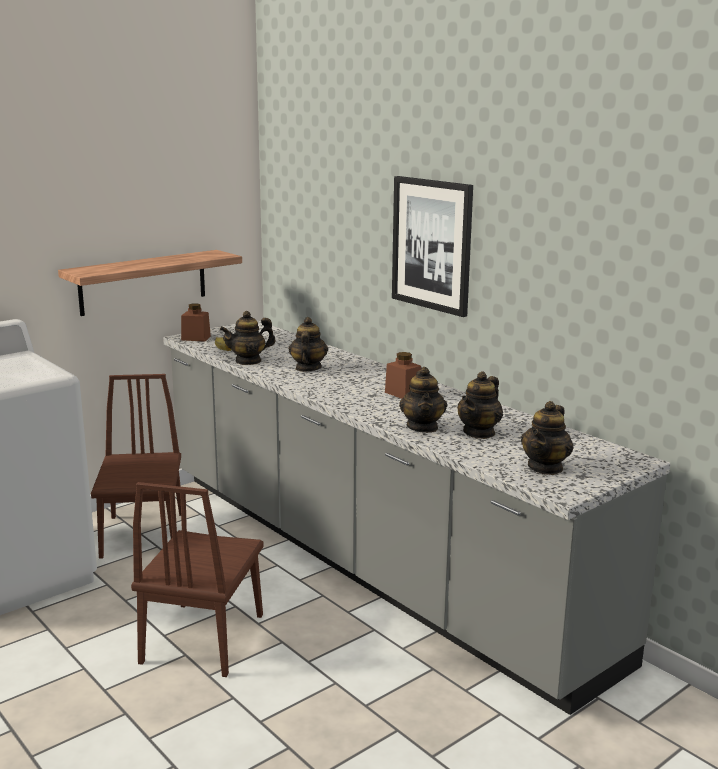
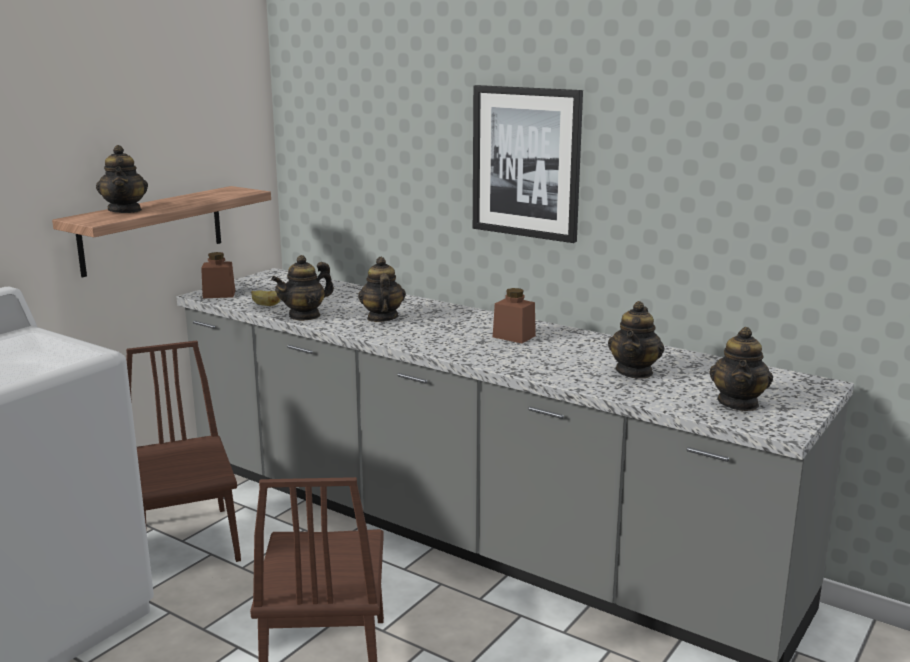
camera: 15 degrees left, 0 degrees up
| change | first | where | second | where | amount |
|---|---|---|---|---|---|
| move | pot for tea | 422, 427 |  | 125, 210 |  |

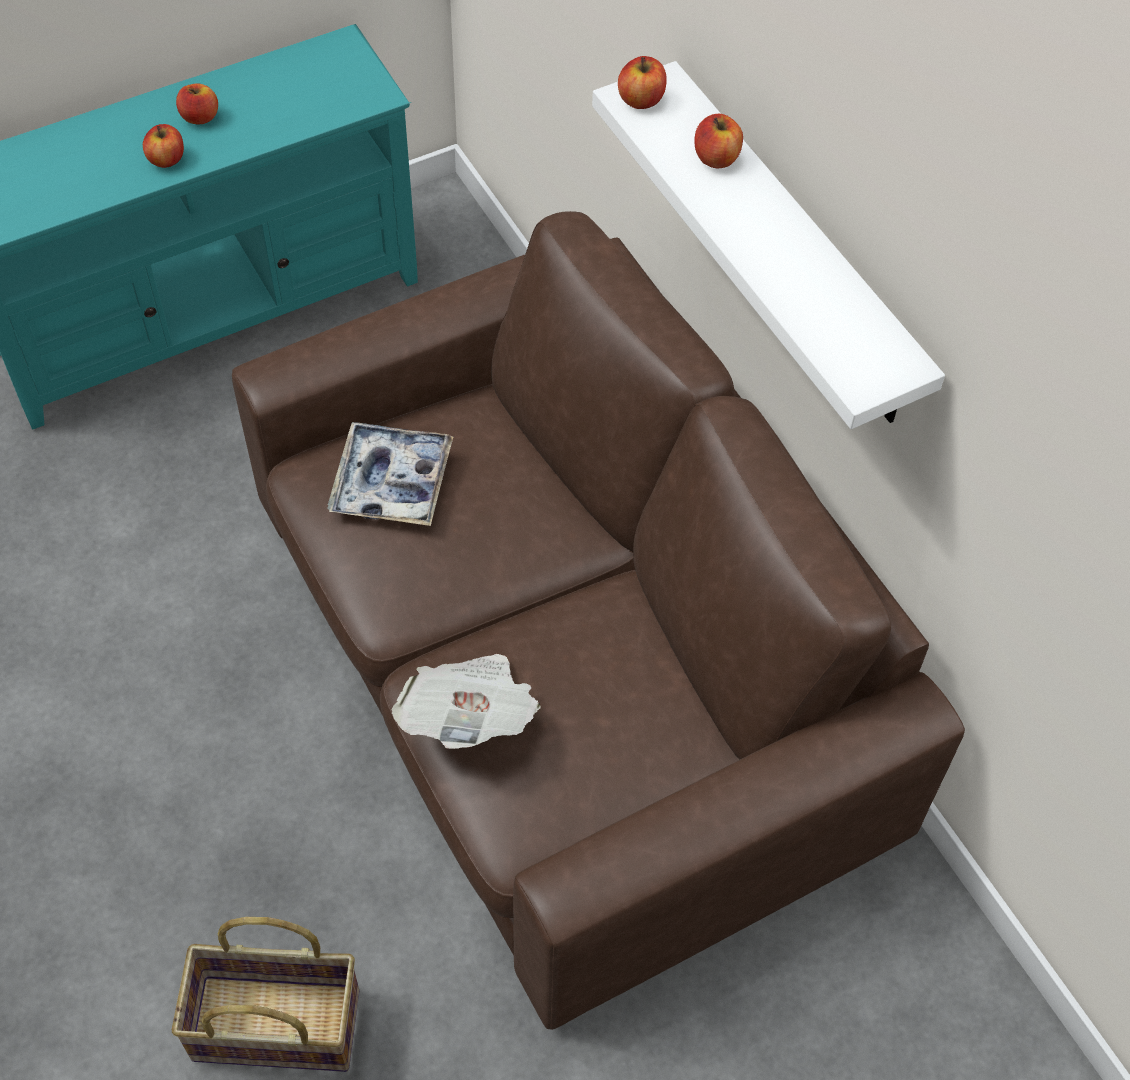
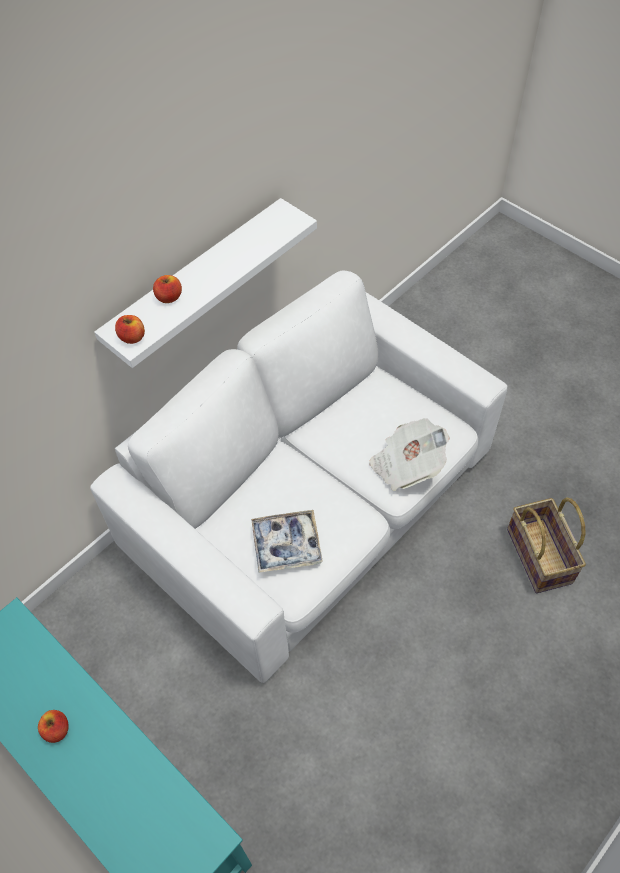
camera: 105 degrees left, 0 degrees up
| change | first | where | second | where | amount |
|---|---|---|---|---|---|
| delete | apple fruit | 167, 159 |  |  |  |
| recolor | brown settee | 562, 665 | whitish settee | 311, 500 |  |

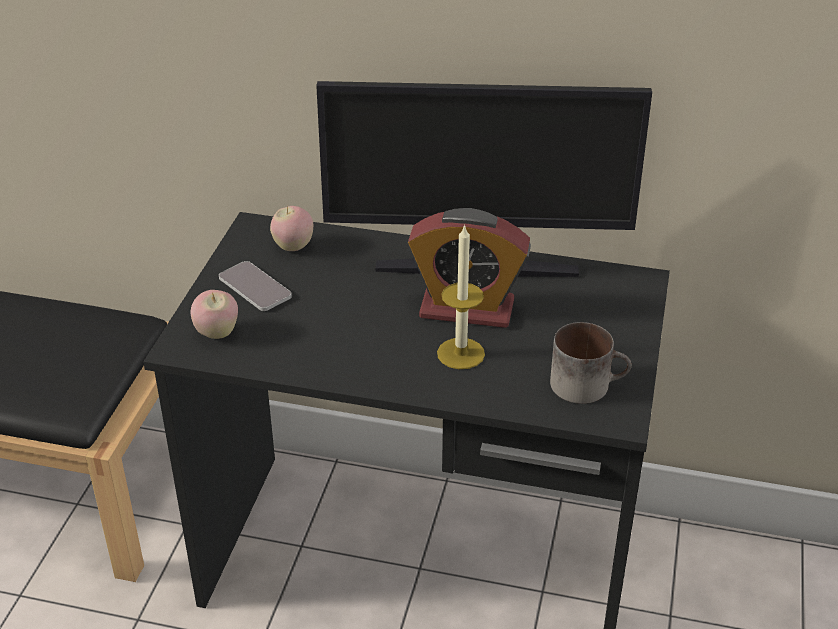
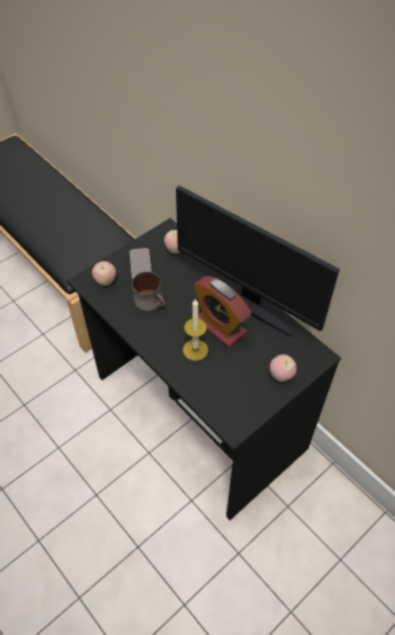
camera: 35 degrees right, 15 degrees up
| change | first | where | second | where | amount |
|---|---|---|---|---|---|
| move | mug | 587, 383 |  | 152, 301 |  |
| insert |  |  | apple fruit | 281, 375 |  |

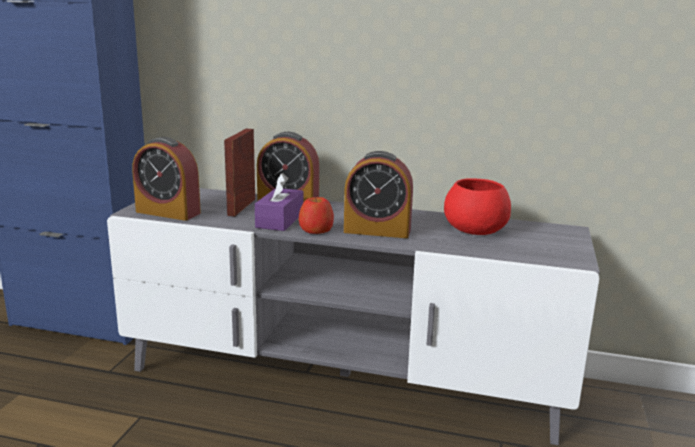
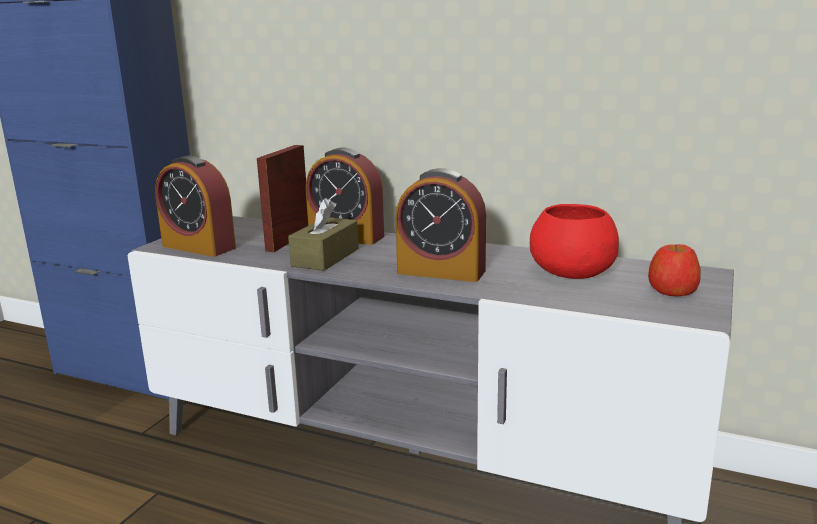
camera: 10 degrees right, 0 degrees up
| change | first | where | second | where | amount |
|---|---|---|---|---|---|
| recolor | purplish tissue box | 280, 220 | brown tissue box | 325, 257 |  |
| move | apple fruit | 316, 230 |  | 673, 290 |  |

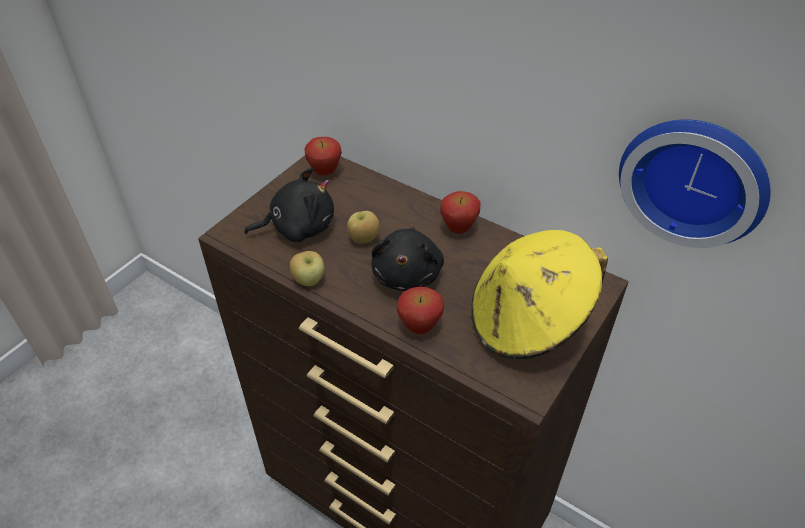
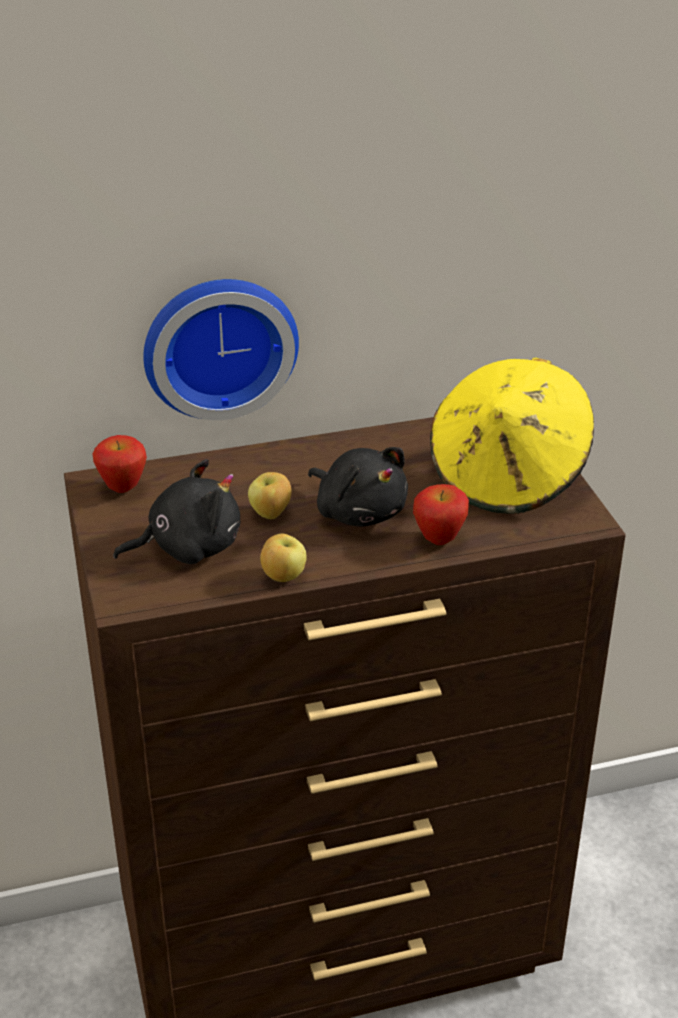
camera: 50 degrees left, 10 degrees down
| change | first | where | second | where | amount |
|---|---|---|---|---|---|
| rotate | blackish plush toy | 298, 227 |  | 188, 547 | 45 degrees clockwise |
| delete | apple fruit | 458, 229 |  |  |  |
| move | hanging clock | 694, 178 |  | 218, 344 |  |

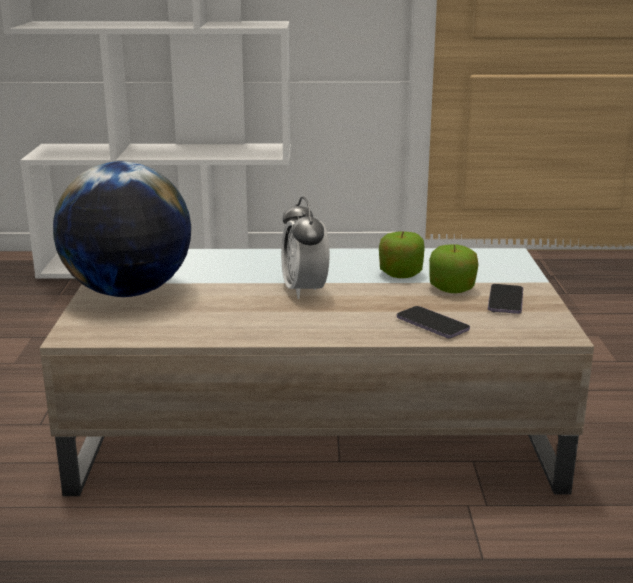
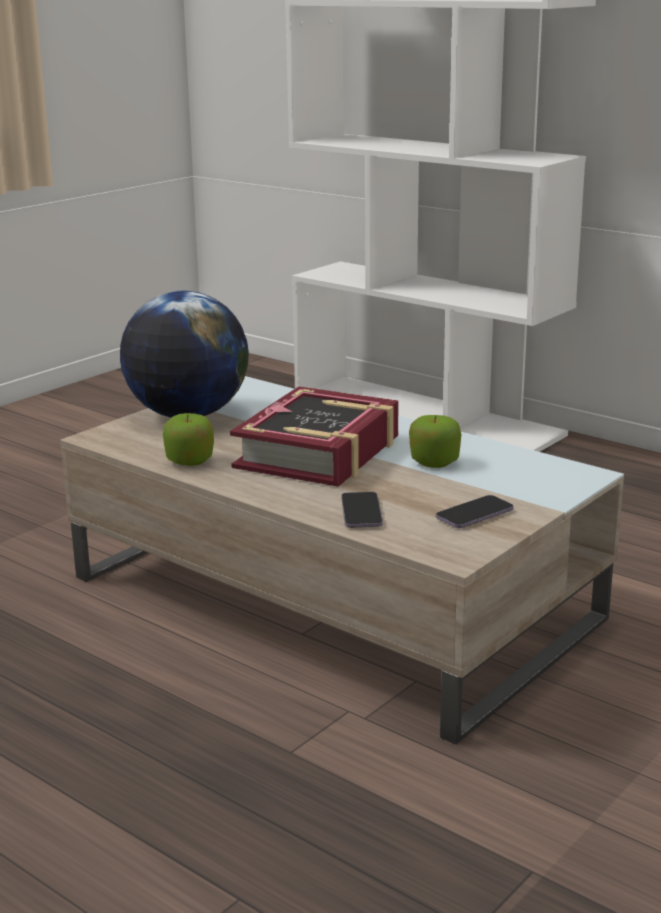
camera: 40 degrees right, 0 degrees up
| change | first | where | second | where | amount |
|---|---|---|---|---|---|
| replace | bedside clock | 304, 290 | book | 319, 452 |  |
| move | apple fruit | 452, 289 |  | 189, 461 |  |

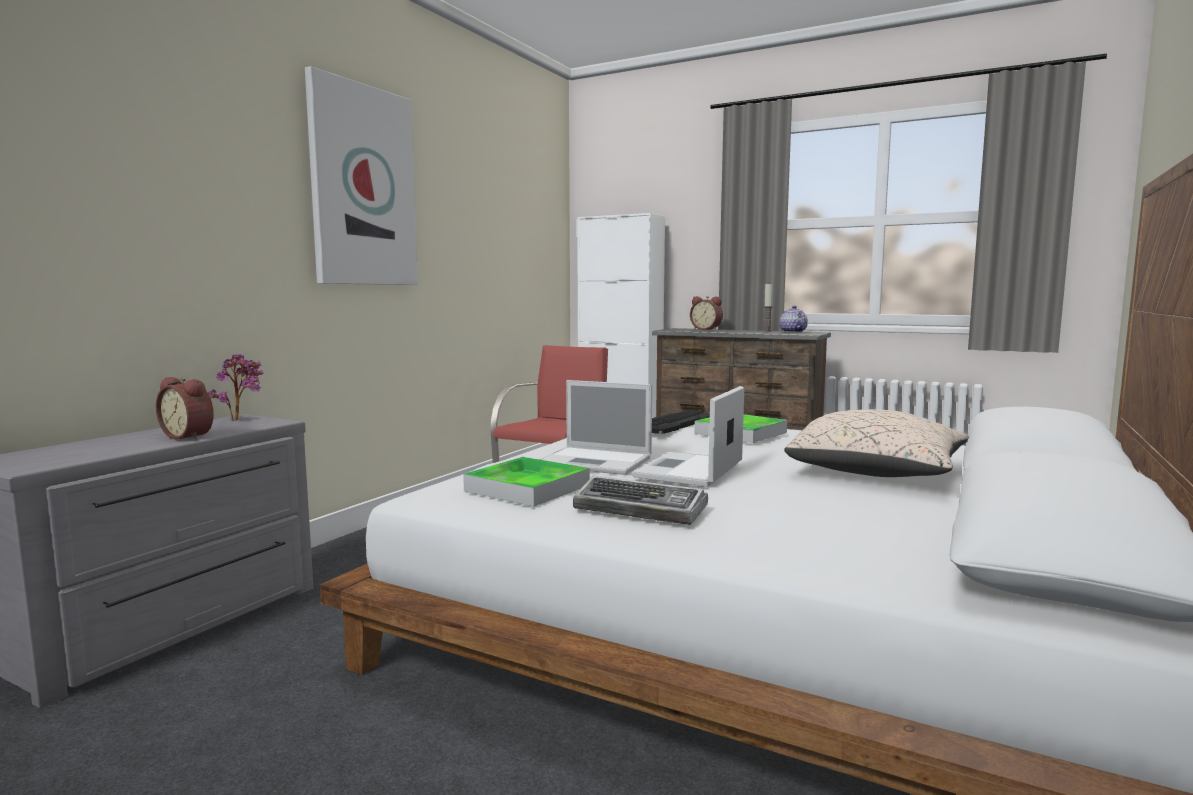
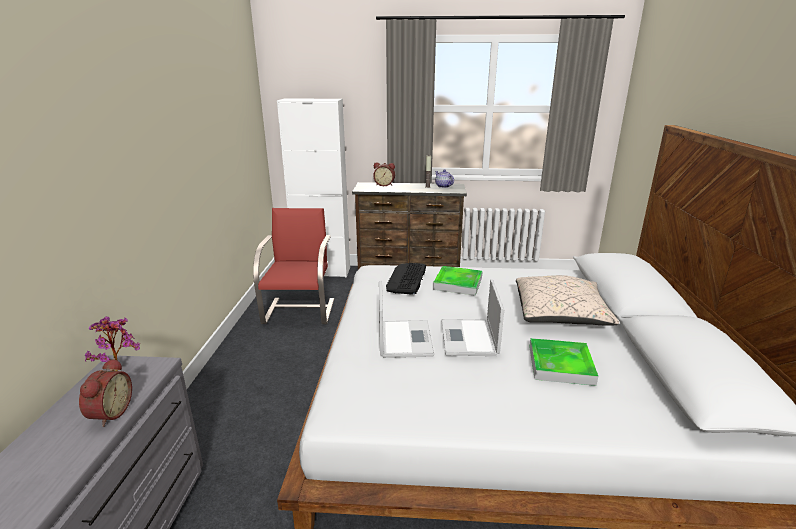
camera: 25 degrees left, 15 degrees up
| change | first | where | second | where | amount |
|---|---|---|---|---|---|
| rotate | bedside clock | 190, 436 |  | 109, 413 | 90 degrees counterclockwise |
| delete | picture | 362, 186 |  |  |  |
| move | carrying tray | 527, 488 |  | 560, 365 |  |
| rotate | notebook computer | 597, 462 |  | 404, 338 | 90 degrees counterclockwise |
| delete | keyboard | 642, 510 |  |  |  |

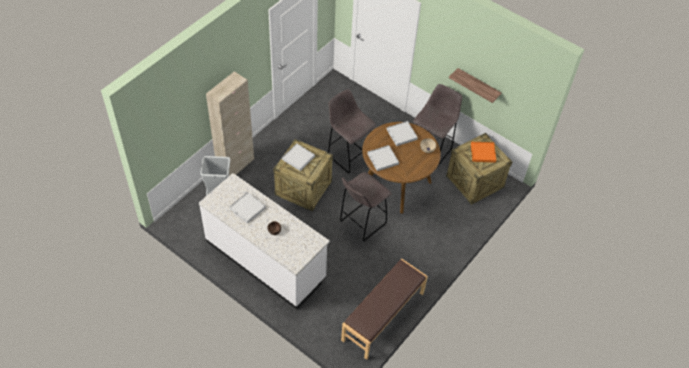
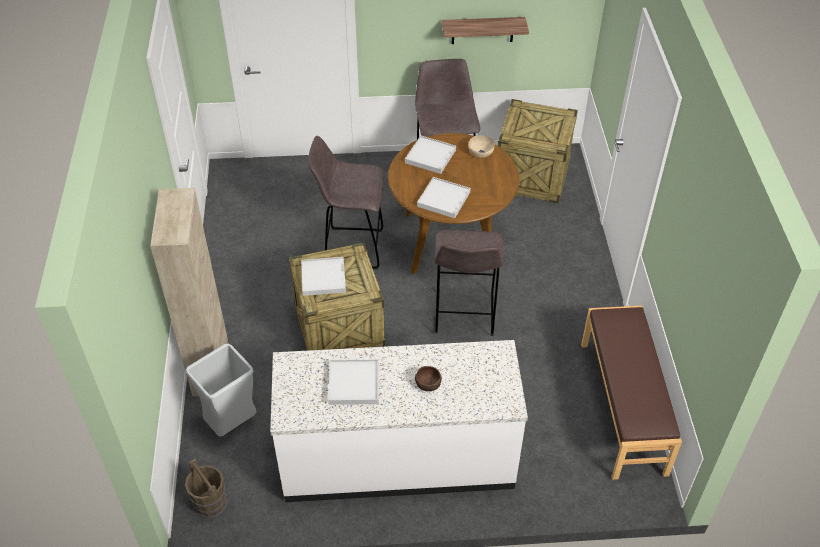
camera: 40 degrees left, 5 degrees down
| change | first | where | second | where | amount |
|---|---|---|---|---|---|
| delete | orangey carrying tray | 483, 153 |  |  |  |
| insert |  |  | brown water bucket | 211, 504 |  |

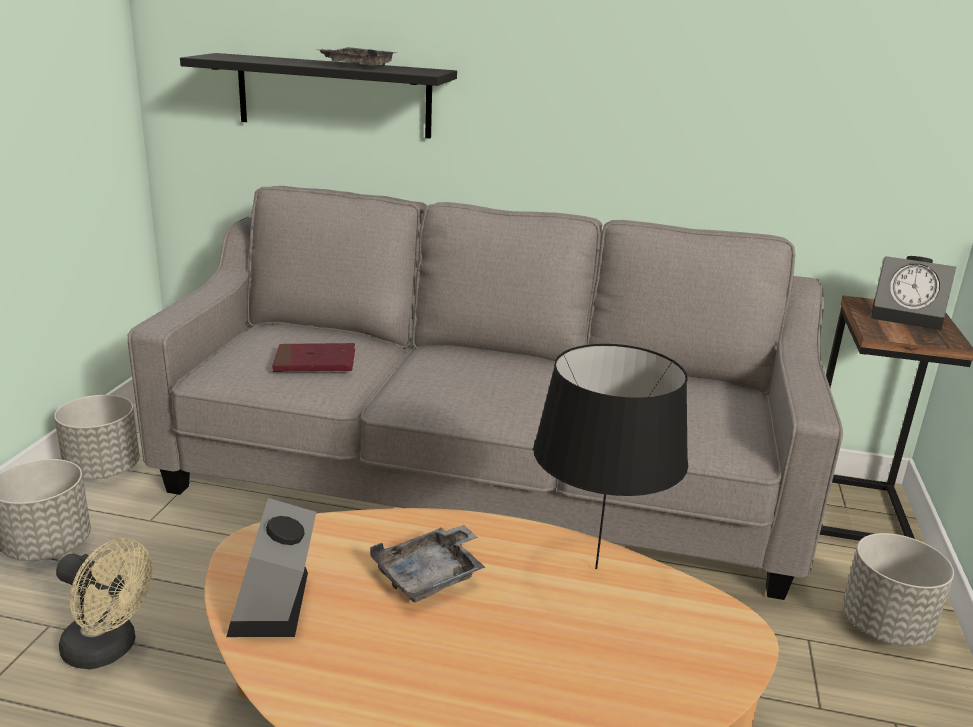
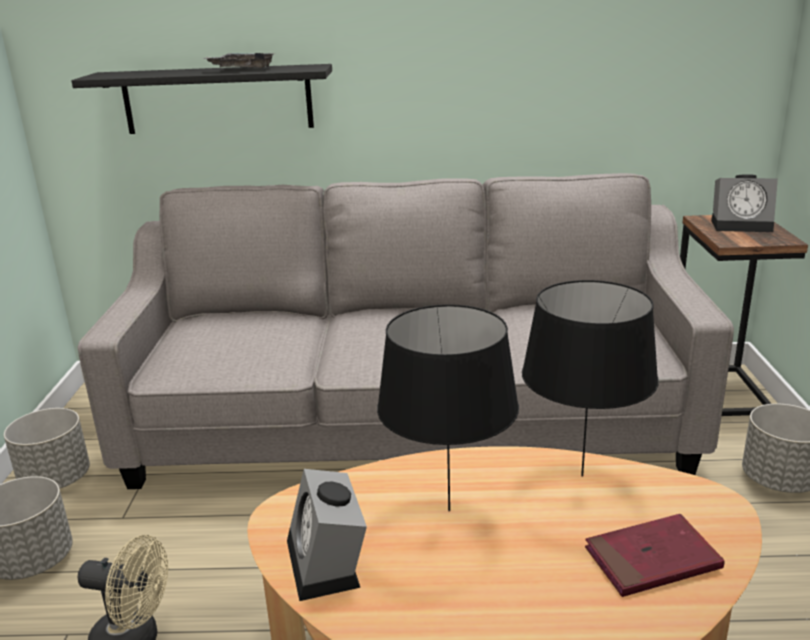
camera: 10 degrees left, 0 degrees up
| change | first | where | second | where | amount |
|---|---|---|---|---|---|
| move | reddish book | 315, 362 |  | 652, 559 |  |
| replace | greyish carrying tray | 430, 576 | blackish tabletop lamp | 449, 510 |  |

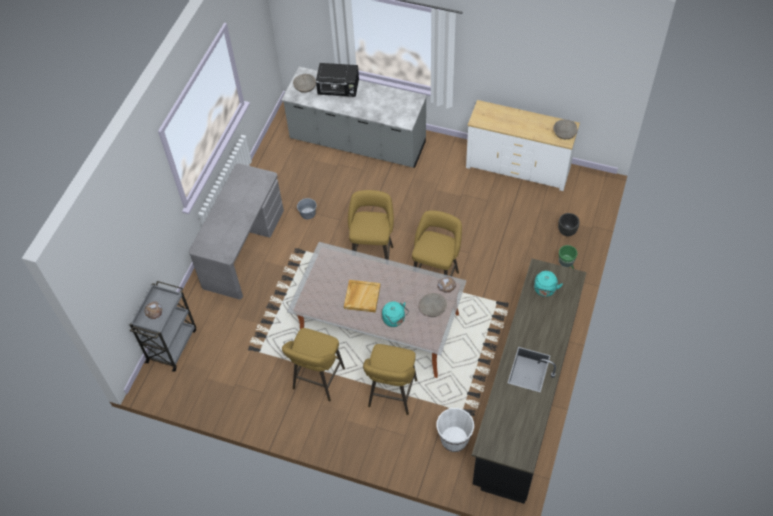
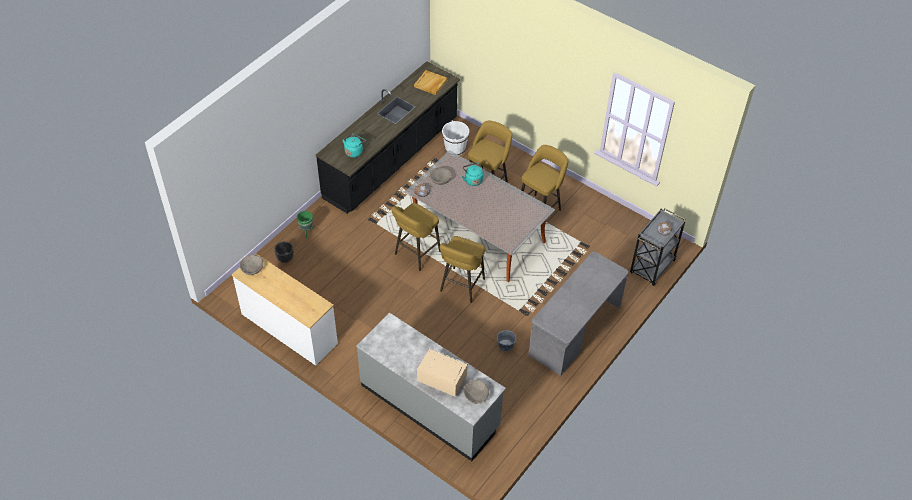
camera: 165 degrees left, 5 degrees down
| change | first | where | second | where | amount |
|---|---|---|---|---|---|
| recolor | blackish microwave oven | 339, 90 | beige microwave oven | 441, 380 |  |
| move | beige carrying tray | 362, 296 |  | 430, 83 |  |

